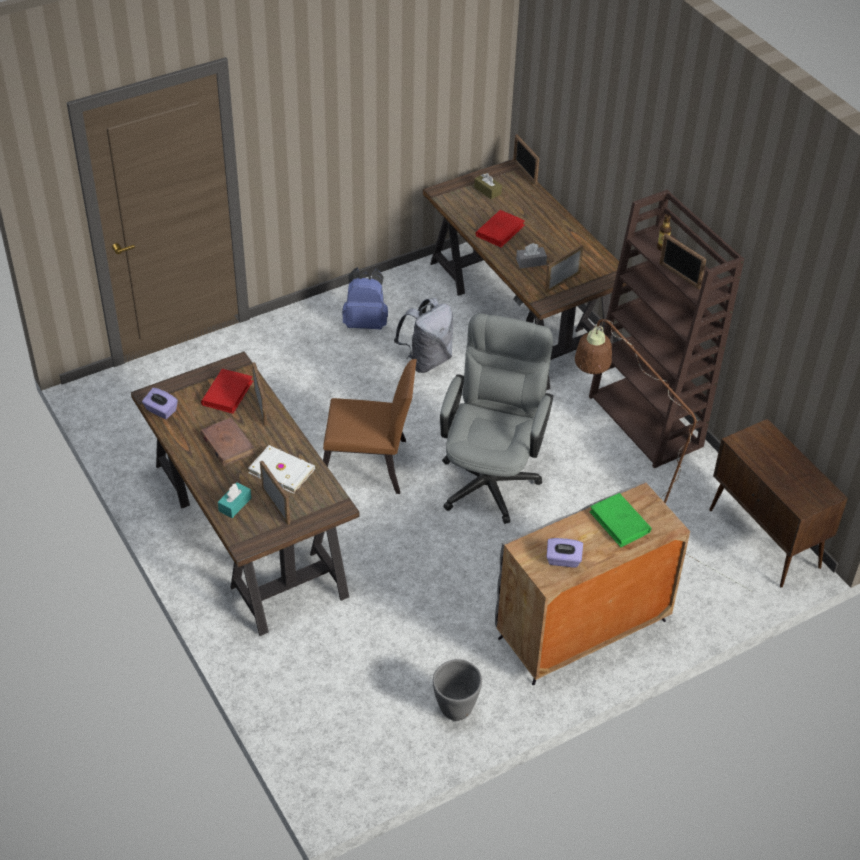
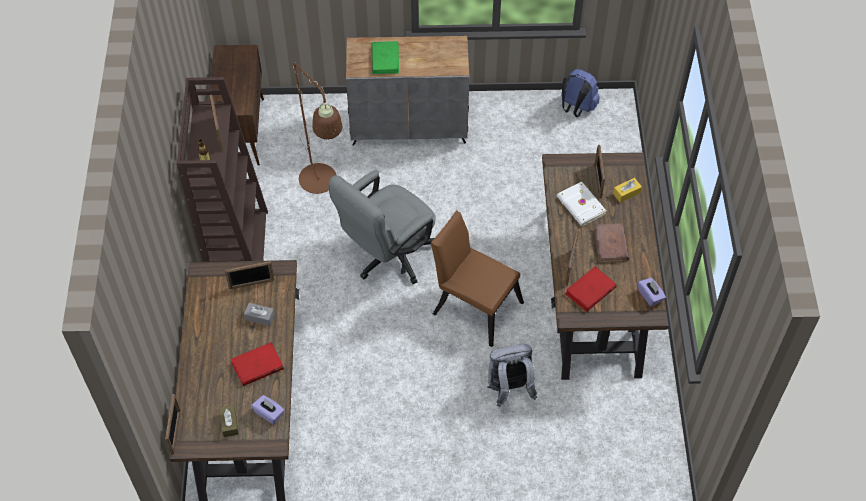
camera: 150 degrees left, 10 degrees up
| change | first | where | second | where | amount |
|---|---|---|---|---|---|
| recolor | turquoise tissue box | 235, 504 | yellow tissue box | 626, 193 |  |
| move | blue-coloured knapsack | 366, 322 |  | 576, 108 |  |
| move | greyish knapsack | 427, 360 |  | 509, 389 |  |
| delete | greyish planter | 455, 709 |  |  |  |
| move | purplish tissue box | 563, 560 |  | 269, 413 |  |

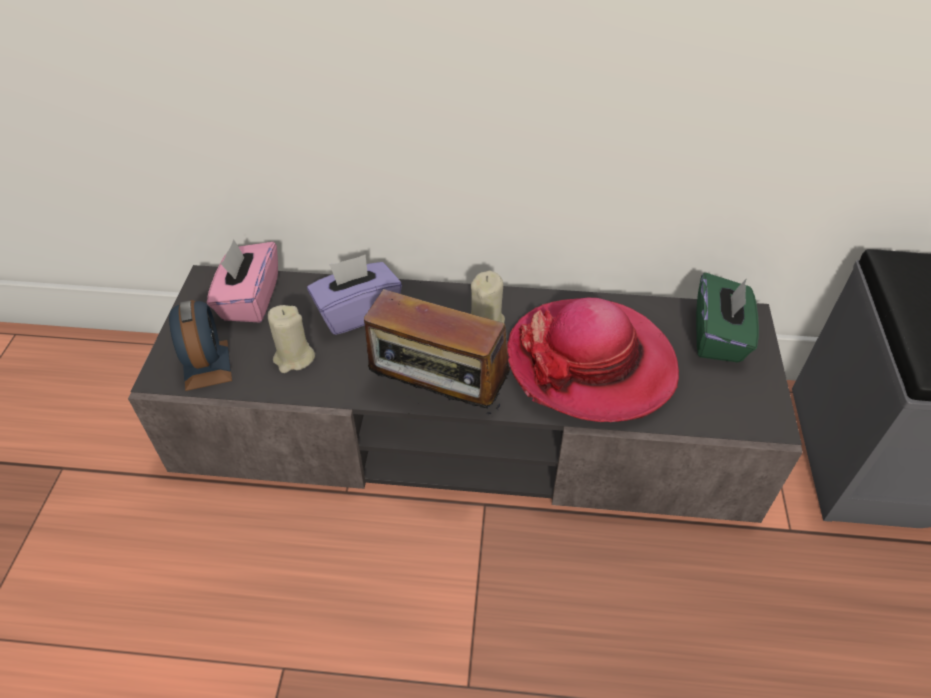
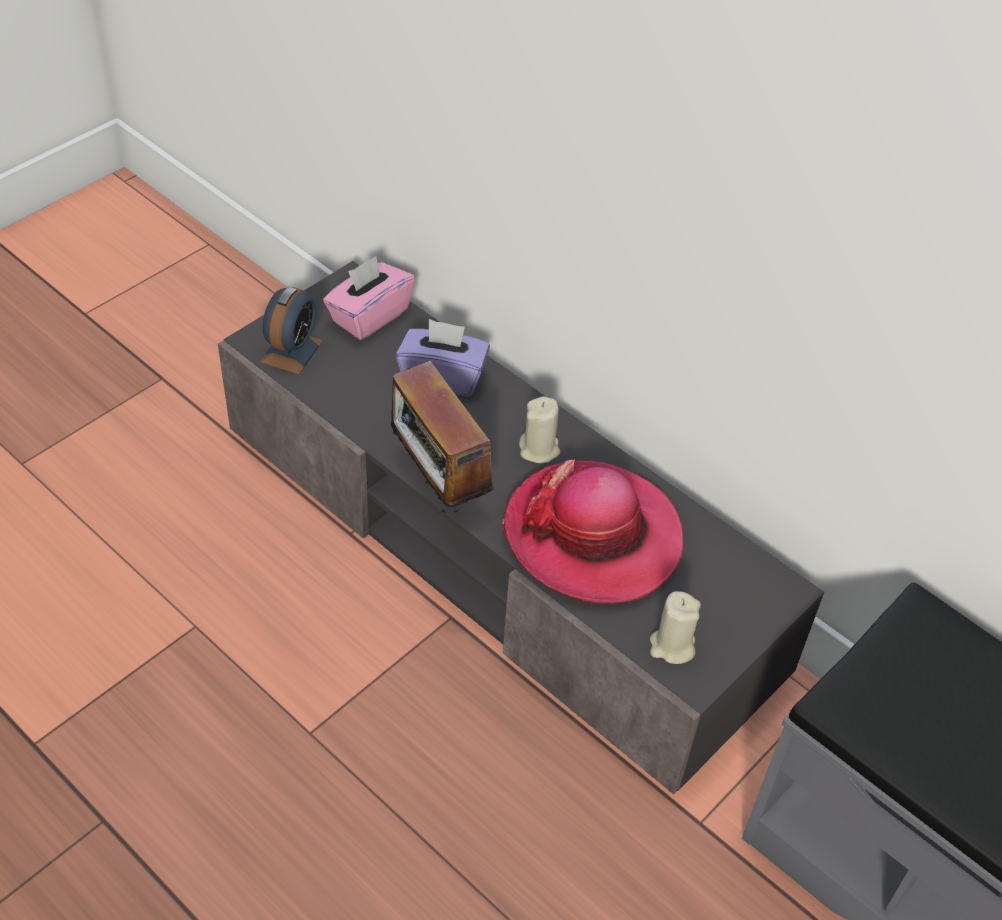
camera: 35 degrees right, 0 degrees up
| change | first | where | second | where | amount |
|---|---|---|---|---|---|
| move | beige wax light | 294, 358 |  | 672, 646 |  |
| delete | greenish tissue box | 719, 336 |  |  |  |

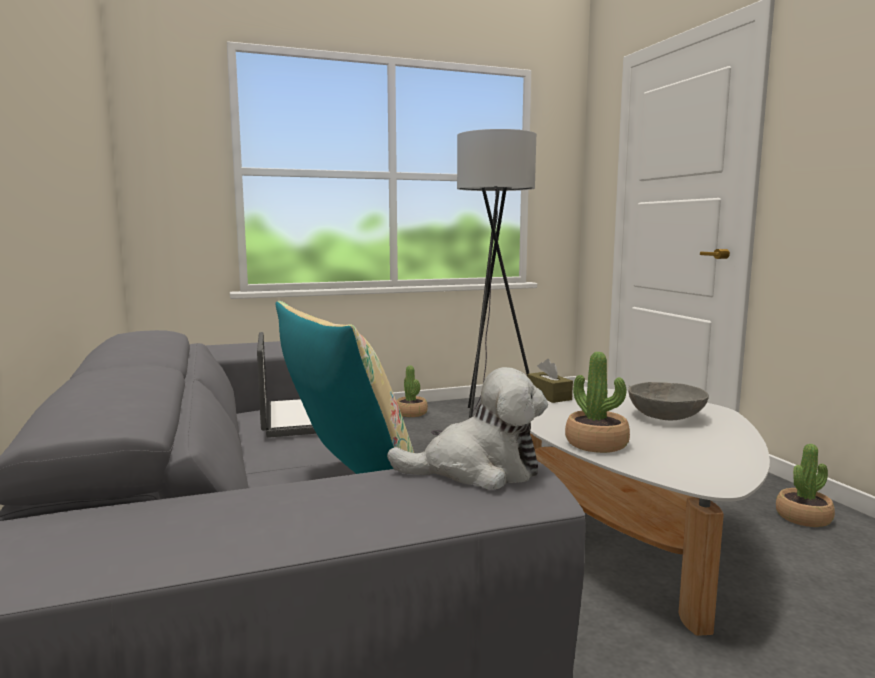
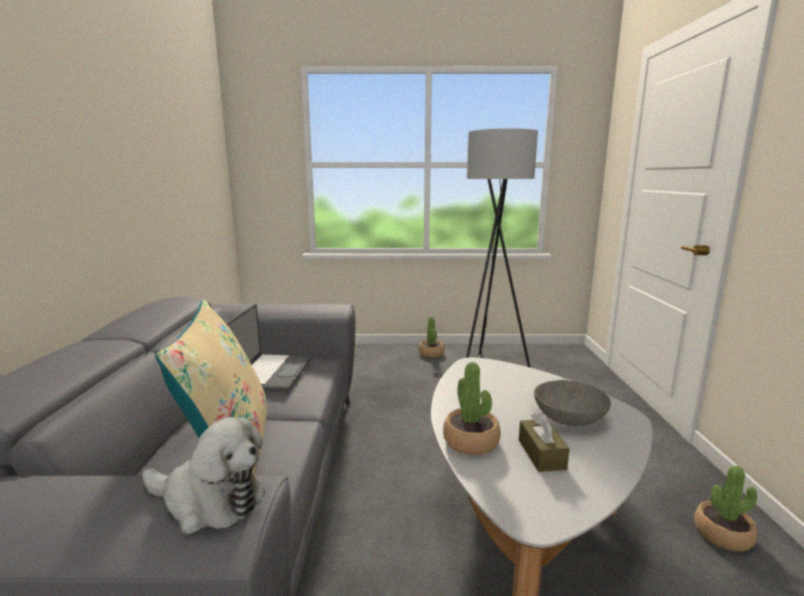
camera: 20 degrees right, 5 degrees up
| change | first | where | second | where | amount |
|---|---|---|---|---|---|
| move | brown tissue box | 549, 396 |  | 541, 454 |  |

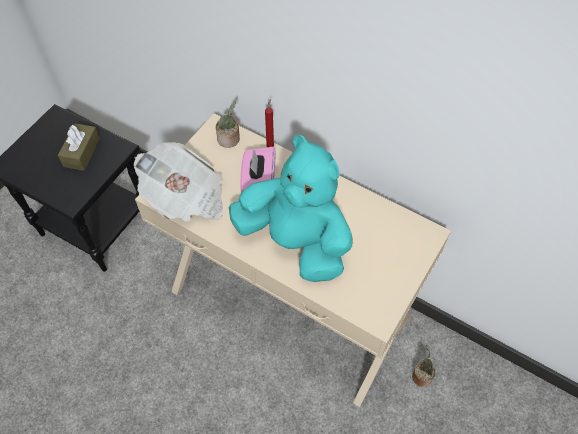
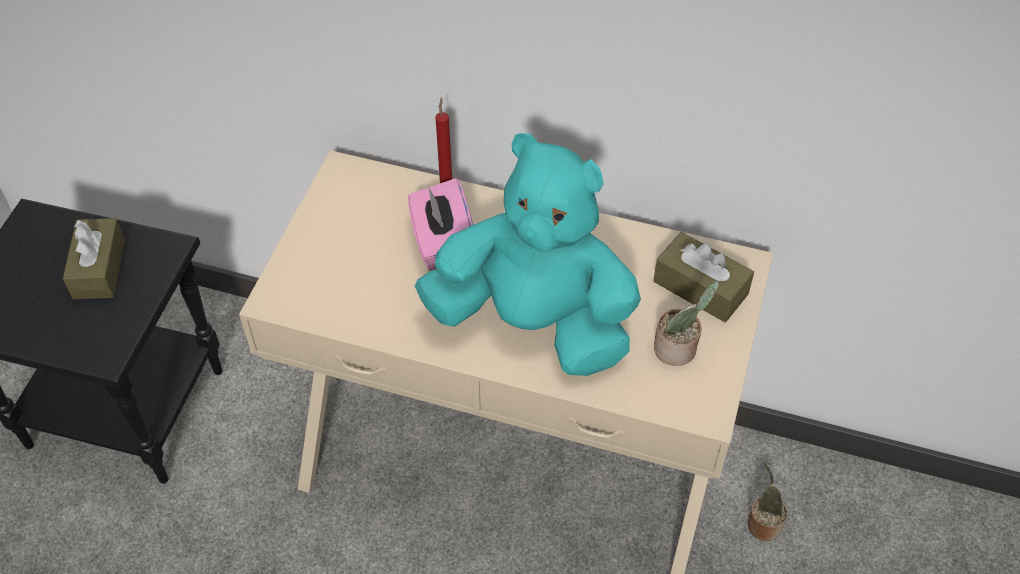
camera: 15 degrees left, 5 degrees down
| change | first | where | second | where | amount |
|---|---|---|---|---|---|
| delete | daily paper | 186, 198 |  |  |  |
| move | houseplant | 230, 140 |  | 678, 349 |  |
| insert |  |  | brown tissue box | 700, 288 |  |

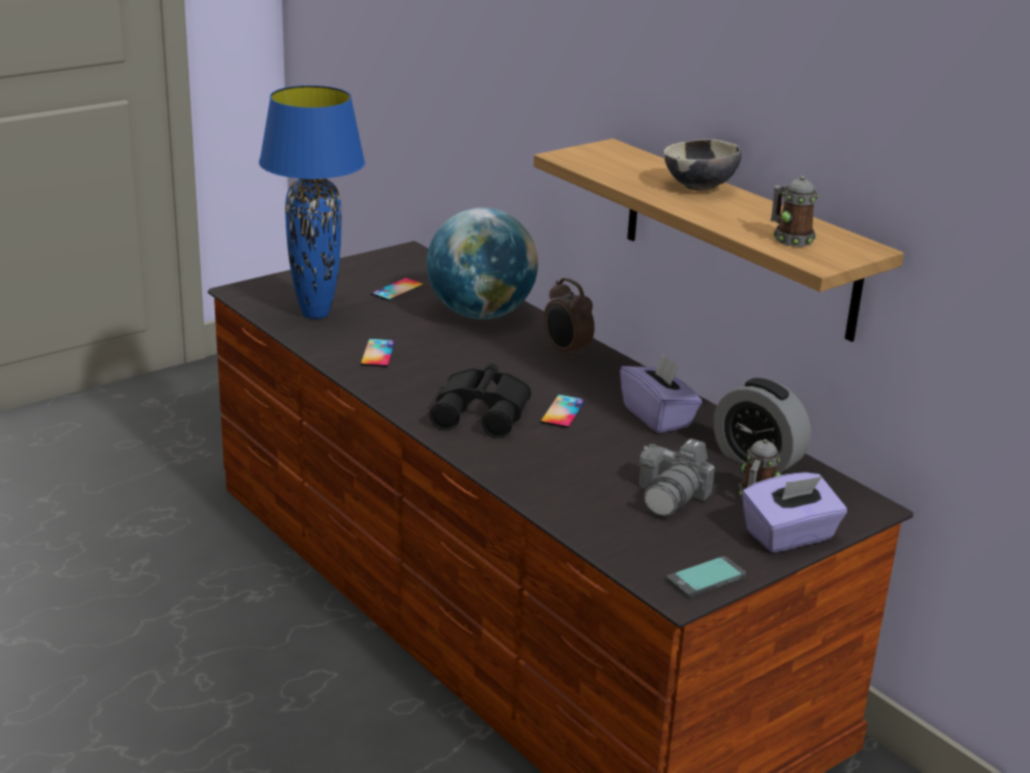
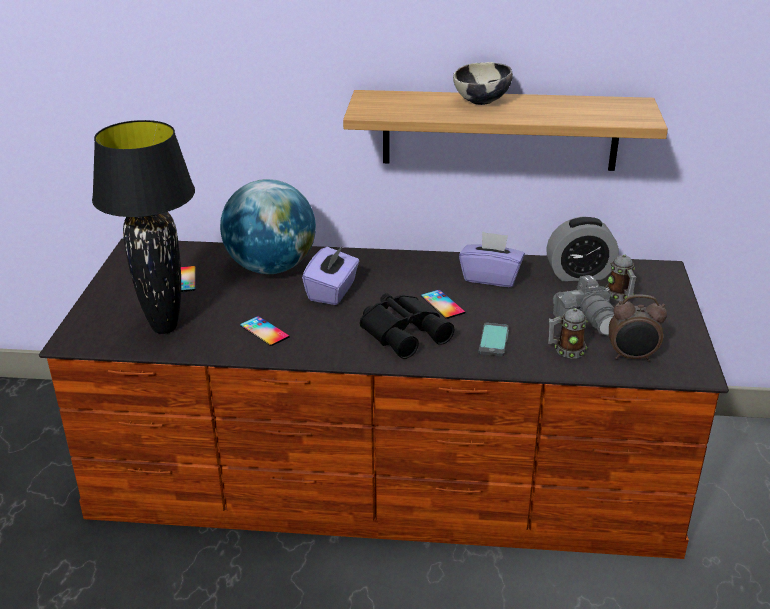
camera: 45 degrees left, 5 degrees up
| change | first | where | second | where | amount |
|---|---|---|---|---|---|
| recolor | blue-coloured tabletop lamp | 316, 314 | blackish tabletop lamp | 165, 328 |  |
| move | bedside clock | 566, 351 |  | 632, 357 |  |
| move | telephone | 706, 579 |  | 494, 340 |  |
| move | purplish tissue box | 789, 536 |  | 332, 291 |  |
| move | mug | 789, 238 |  | 566, 350 |  |

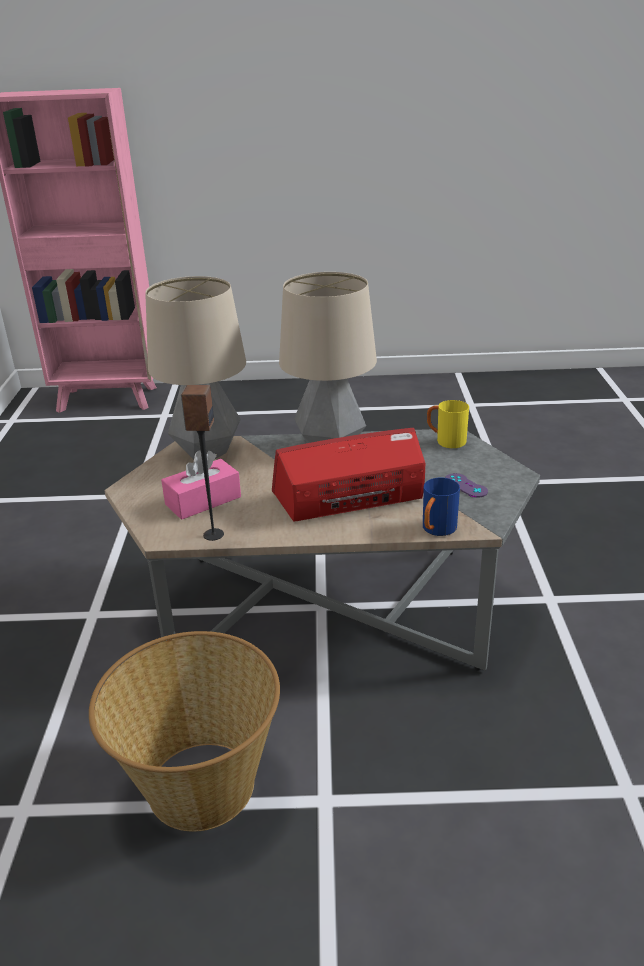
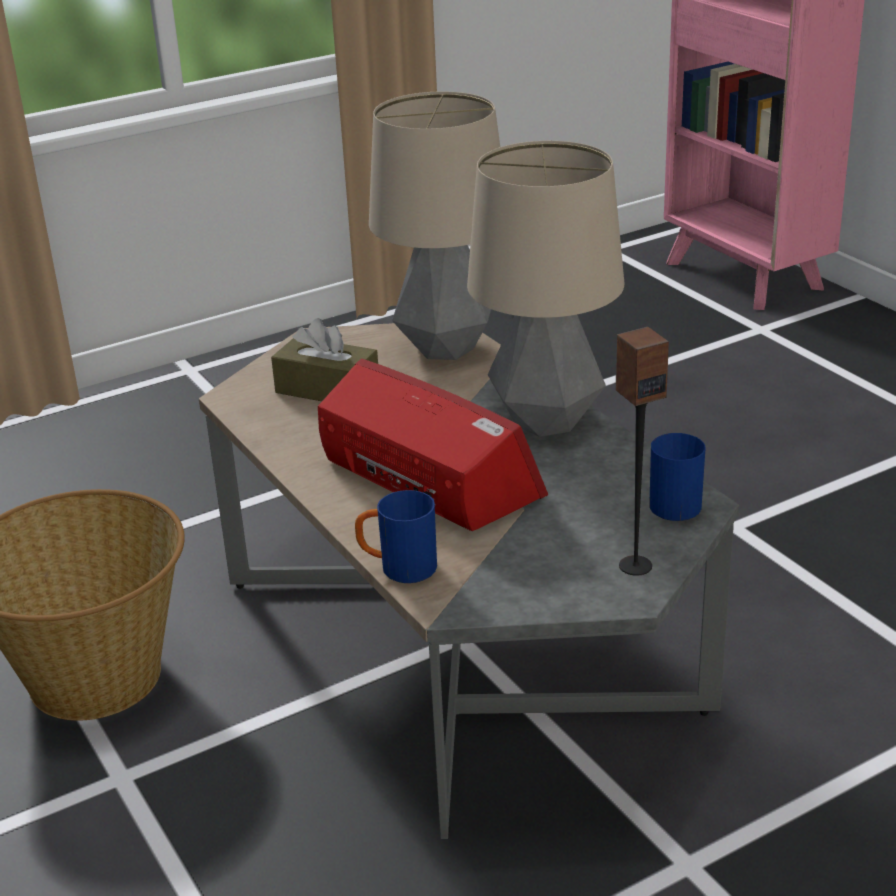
camera: 60 degrees right, 0 degrees up
| change | first | where | second | where | amount |
|---|---|---|---|---|---|
| recolor | pinkish tissue box | 203, 501 | brown tissue box | 327, 389 |  |
| move | loudspeaker | 213, 534 |  | 635, 565 |  |
| recolor | yellow mug | 445, 441 | blue-coloured mug | 673, 502 |  |
| delete | purplish joypad | 466, 485 |  |  |  |

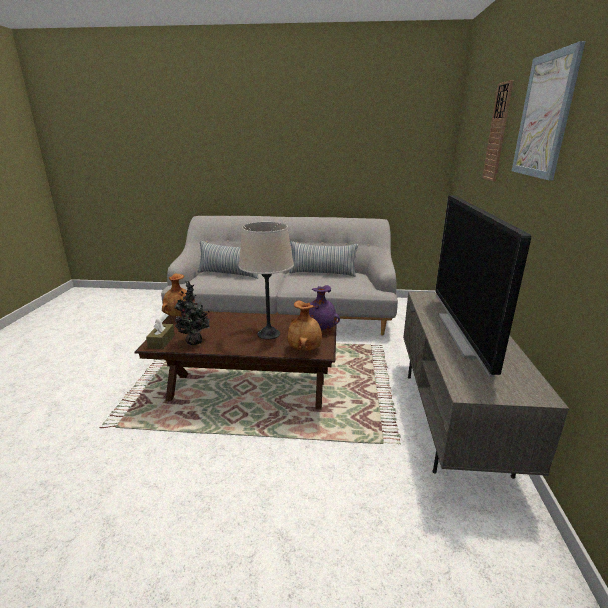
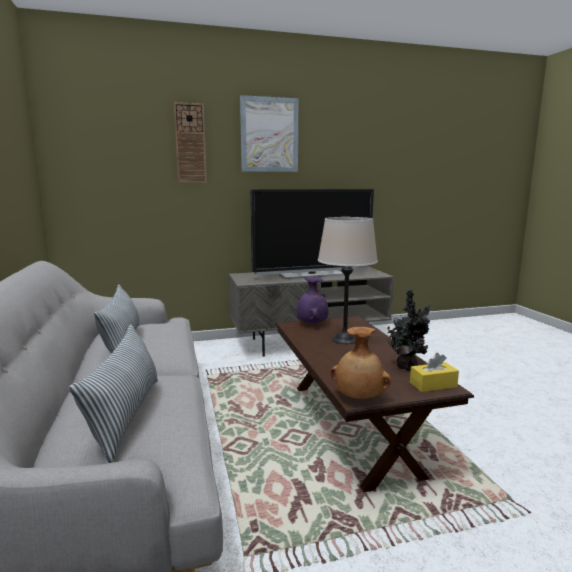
camera: 110 degrees left, 10 degrees down
| change | first | where | second | where | amount |
|---|---|---|---|---|---|
| recolor | brown tissue box | 161, 341 | yellow tissue box | 433, 385 |  |
| delete | brown vase | 305, 349 |  |  |  |

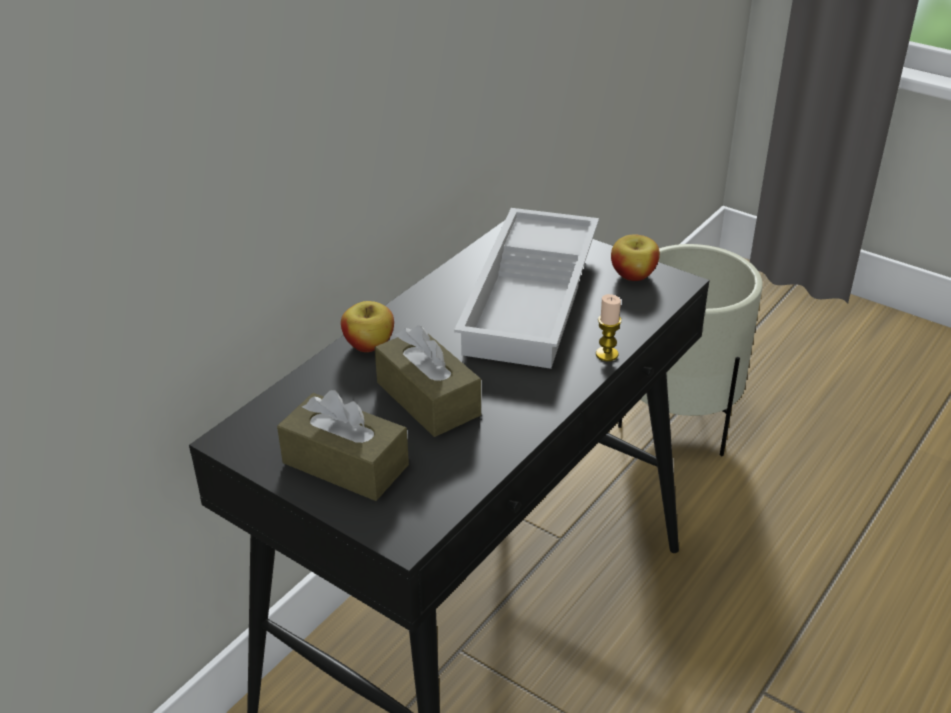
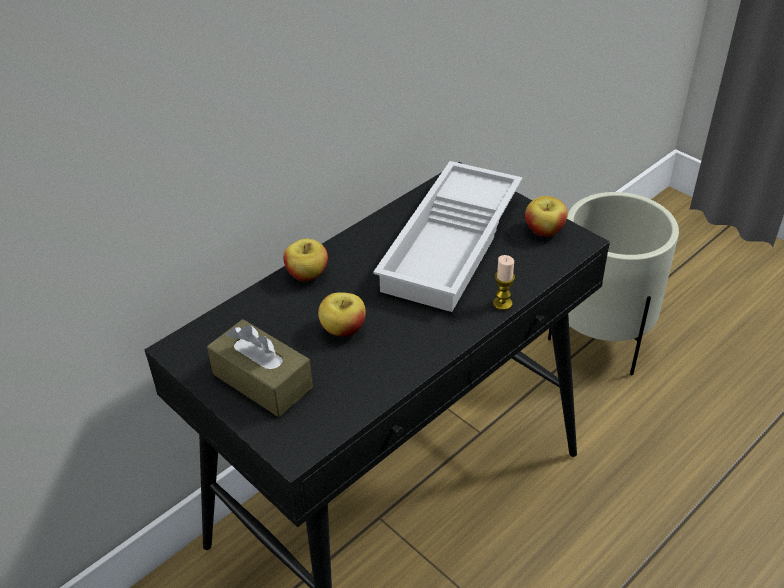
camera: 10 degrees right, 5 degrees up
| change | first | where | second | where | amount |
|---|---|---|---|---|---|
| replace | brown tissue box | 428, 399 | apple fruit | 343, 329 |  |

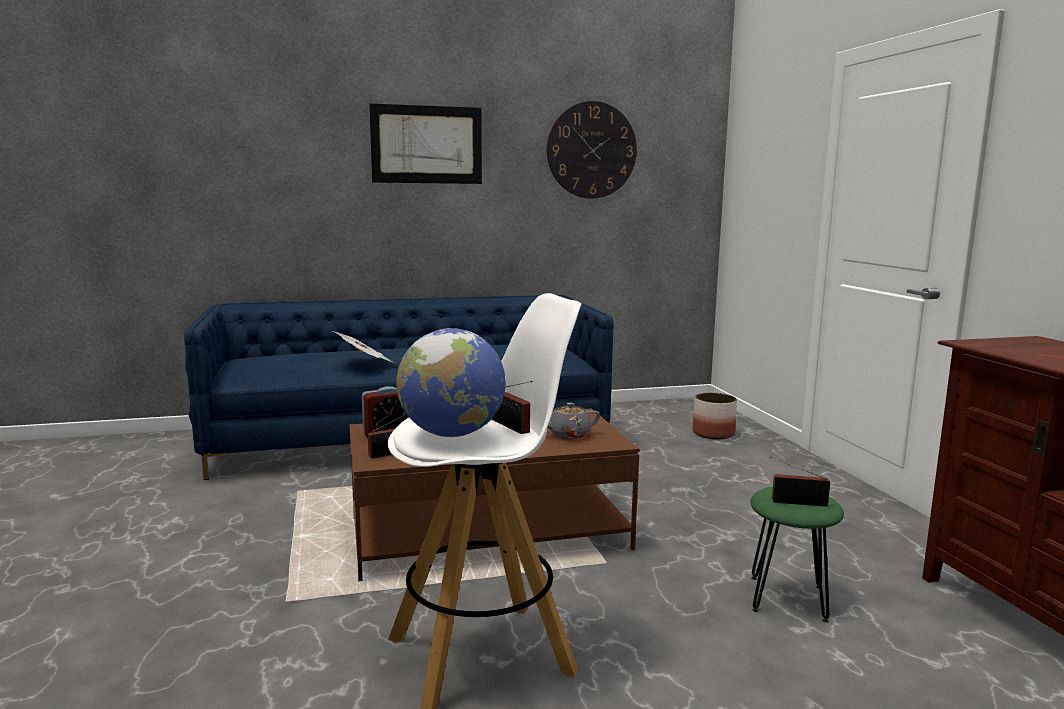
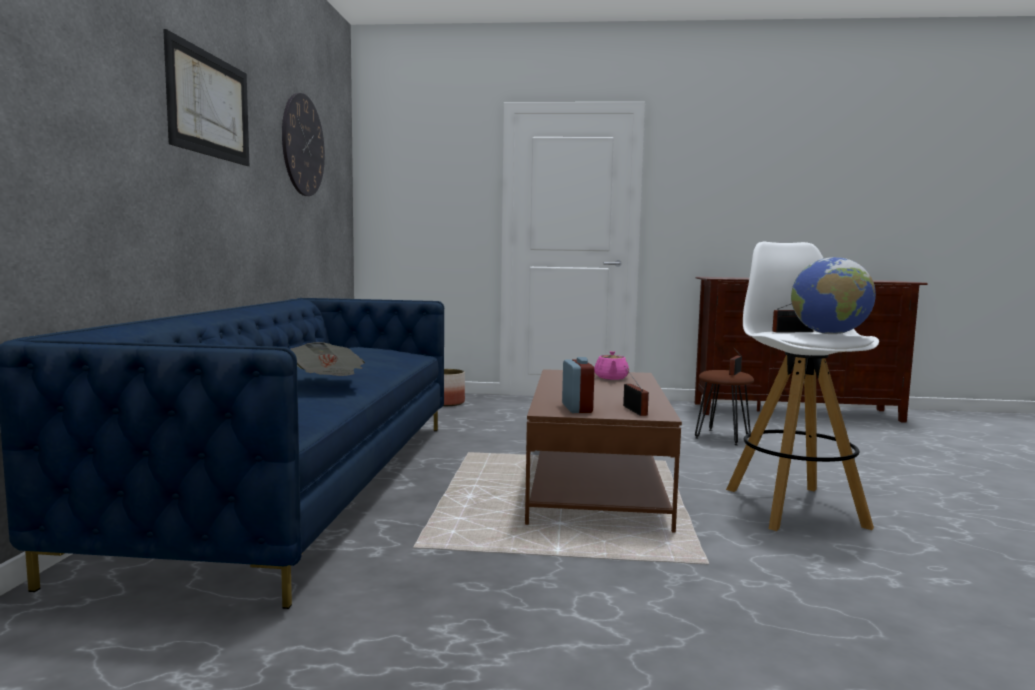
camera: 70 degrees left, 5 degrees down
| change | first | where | second | where | amount |
|---|---|---|---|---|---|
| recolor | greyish pot for tea | 568, 435 | pinkish pot for tea | 611, 378 |  |
| recolor | greenish stool | 787, 598 | brown stool | 722, 437 |  |

